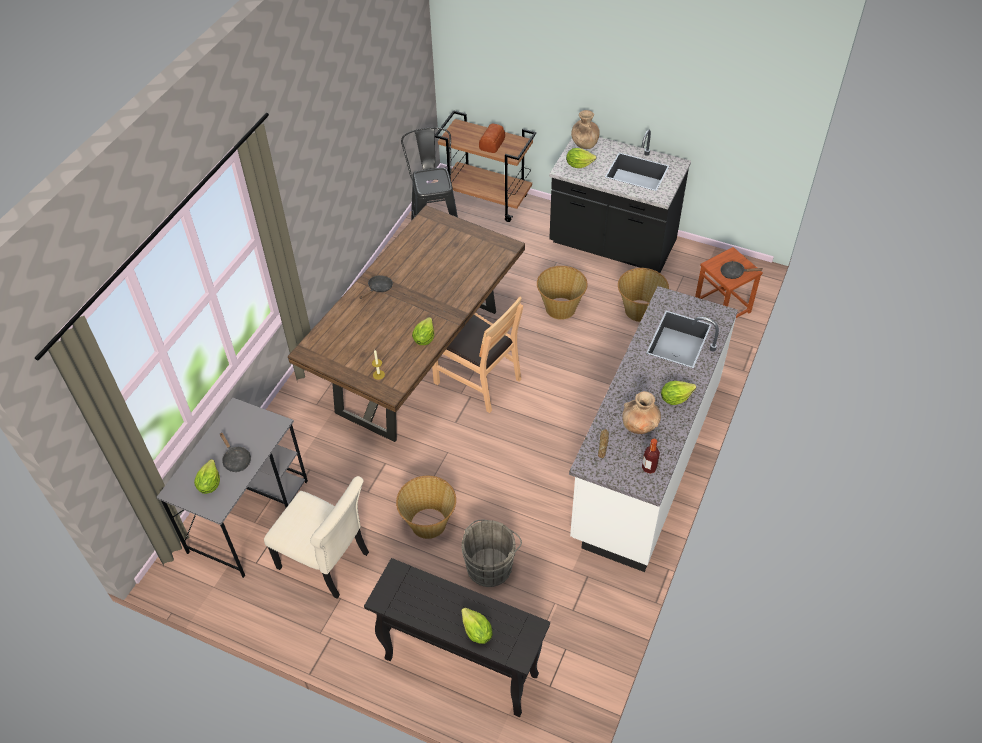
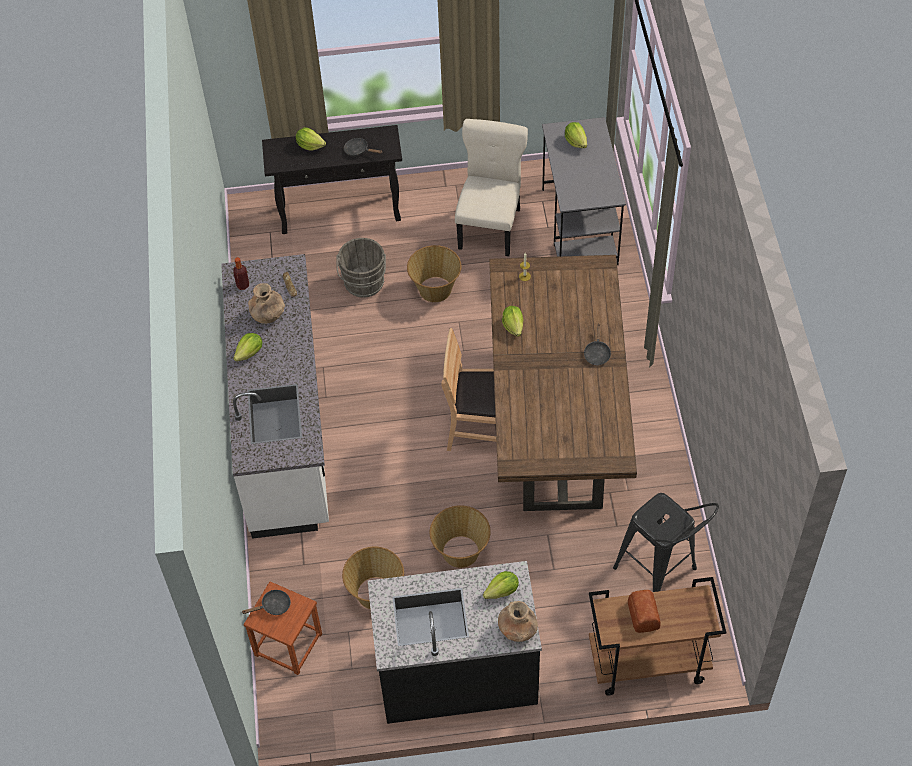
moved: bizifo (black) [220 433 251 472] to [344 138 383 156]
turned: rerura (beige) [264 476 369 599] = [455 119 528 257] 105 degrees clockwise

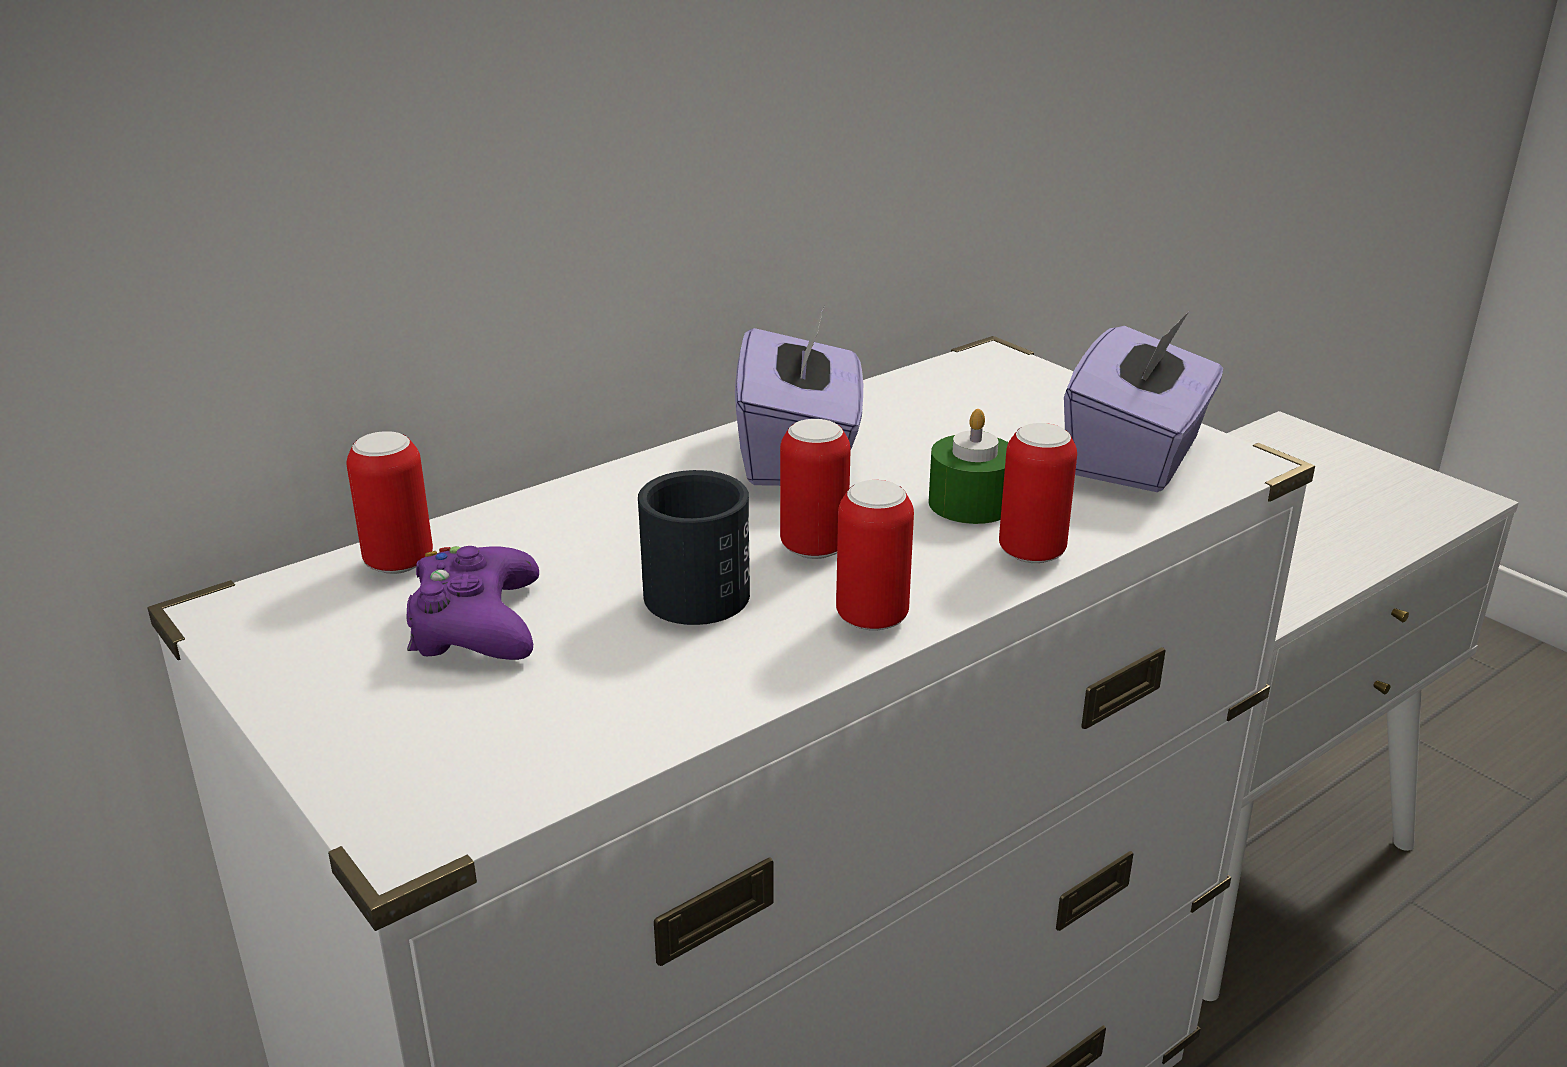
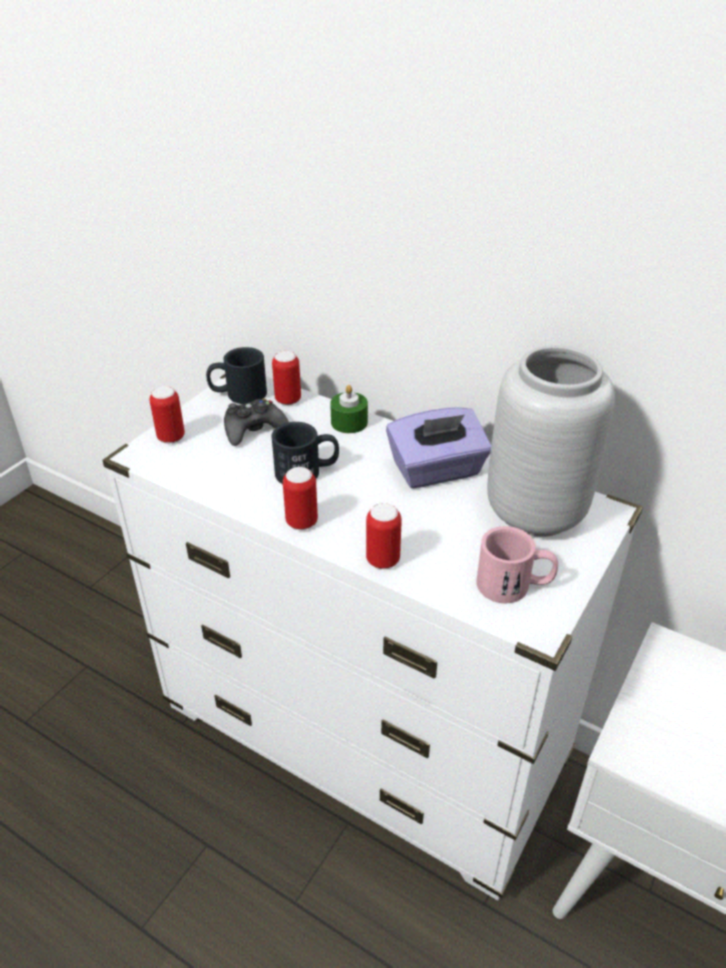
added: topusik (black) [206 347 267 404]; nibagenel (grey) [487 345 615 537]
moved: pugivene [780 419 851 559] to [149 386 185 443]; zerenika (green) [928 409 1009 524] to [330 385 368 433]
replaced: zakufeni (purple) [1064 312 1223 492] to topusik (pink) [476 526 558 603]
recoloured: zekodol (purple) [407 546 539 660] to zekodol (black) [224 398 289 446]

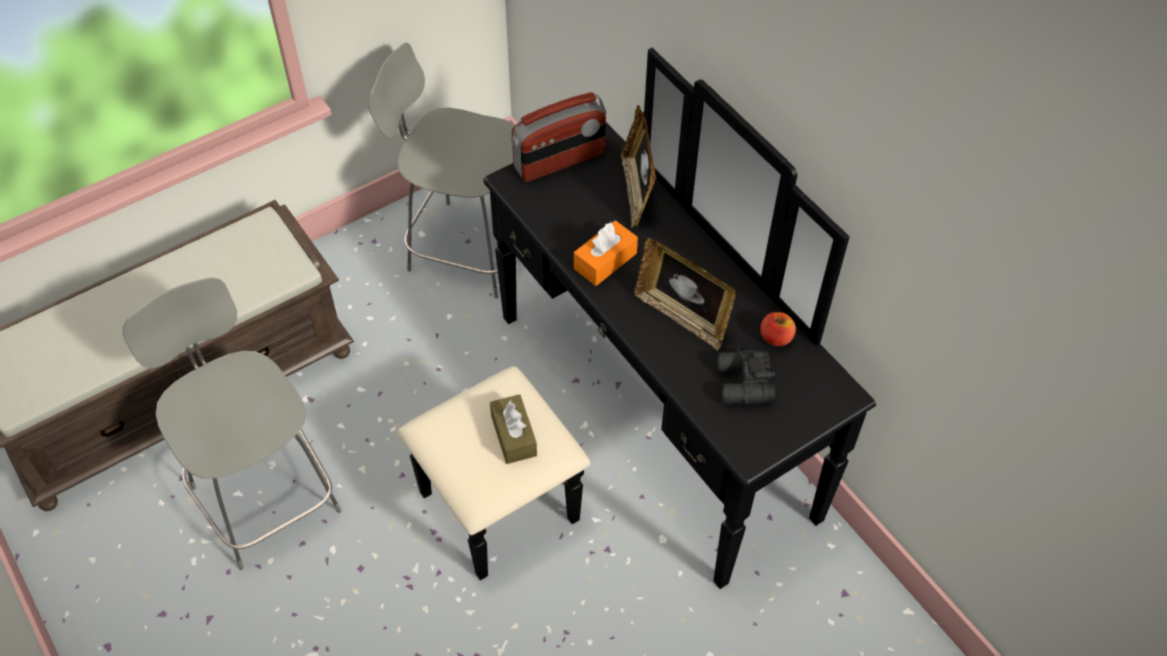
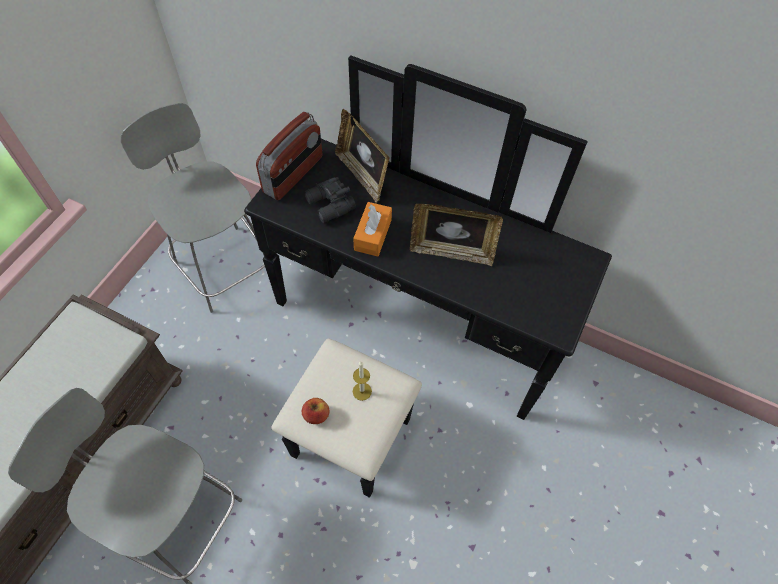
moved: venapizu [760 312 796 346] to [302 398 329 424]; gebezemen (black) [717 348 775 404] to [304 177 356 223]
replaced: zakufeni (brown) [490 394 537 464] to zerenika [353 361 372 401]
turned: rerura (grey) [369 43 515 299] = [120 103 265 313] 60 degrees clockwise

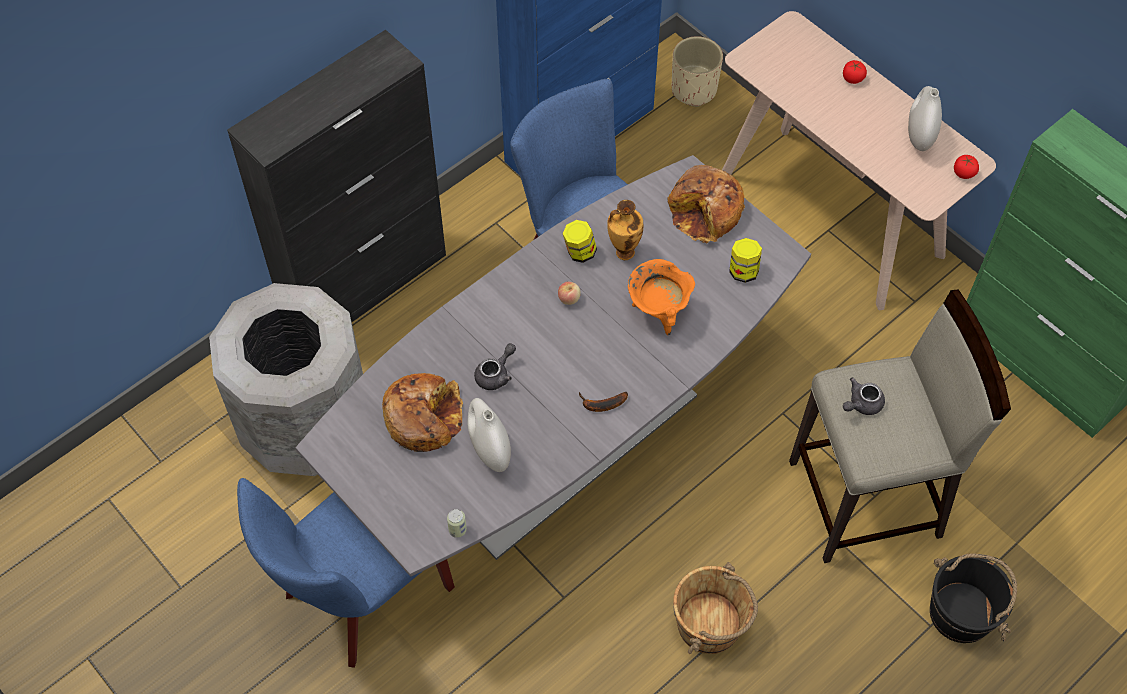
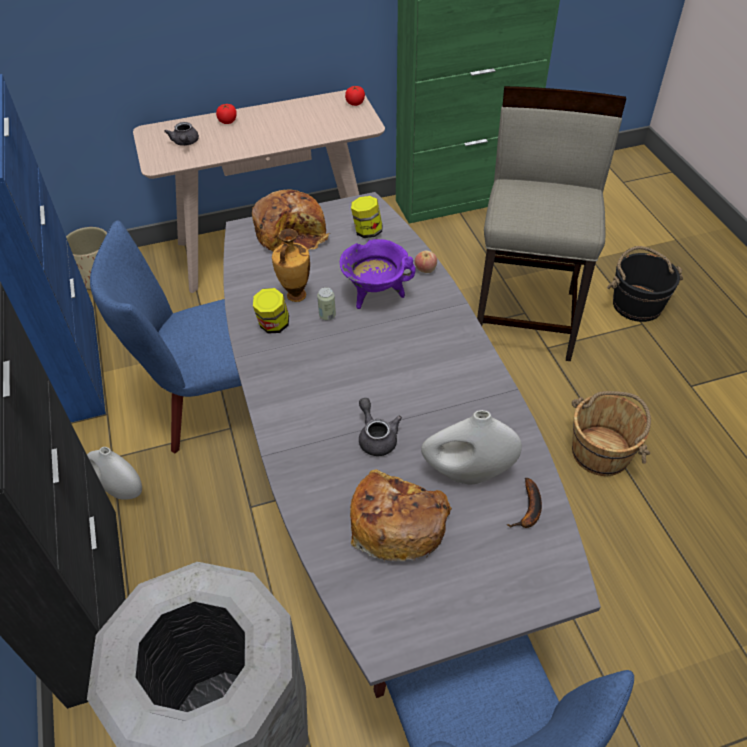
moved: nibagenel (white) [908 86 942 151] to [87 447 142 500]; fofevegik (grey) [843 378 885 415] to [164 122 199 146]; pugivene [447 509 467 538] to [317 287 336 320]; venapizu [558 282 581 305] to [415 250 437 273]; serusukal [579 392 628 412] to [506 478 542 528]
recoloured: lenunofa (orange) [628 259 695 335] to lenunofa (purple) [340 239 415 309]

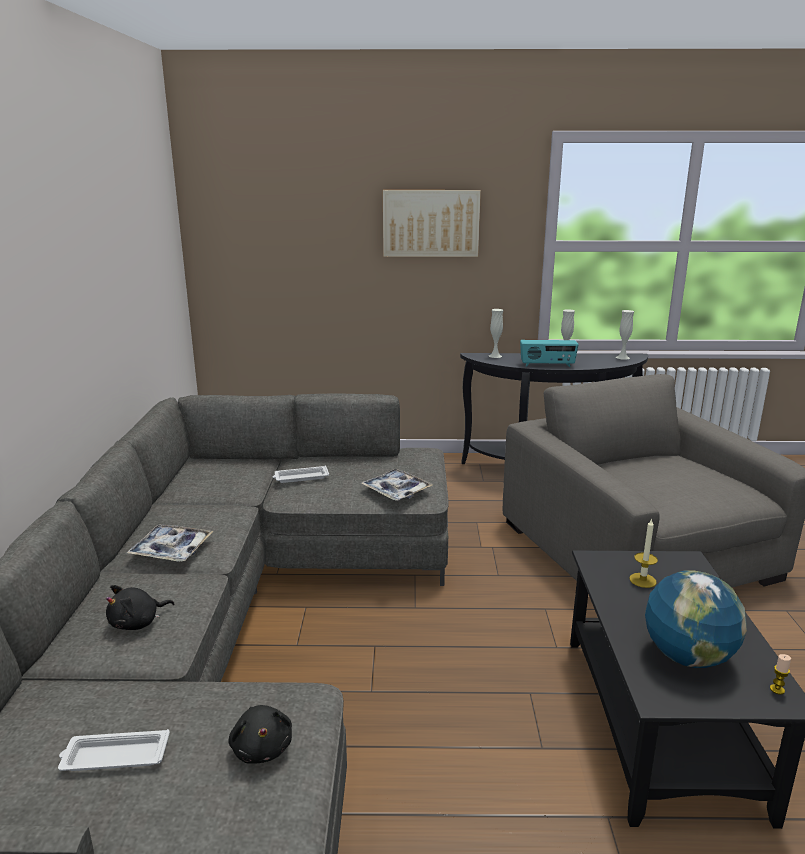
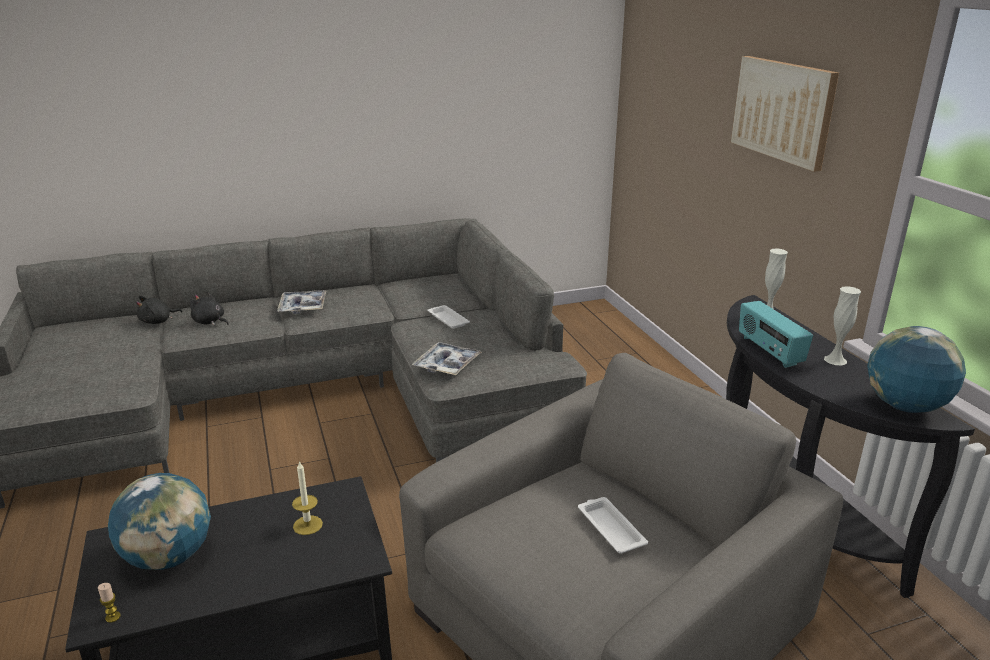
moved: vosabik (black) [228 705 292 764] to [136 296 182 324]; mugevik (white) [58 729 170 771] to [578 497 648 554]
replaced: nibagenel (white) [616 310 634 360] to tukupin [867 326 966 413]

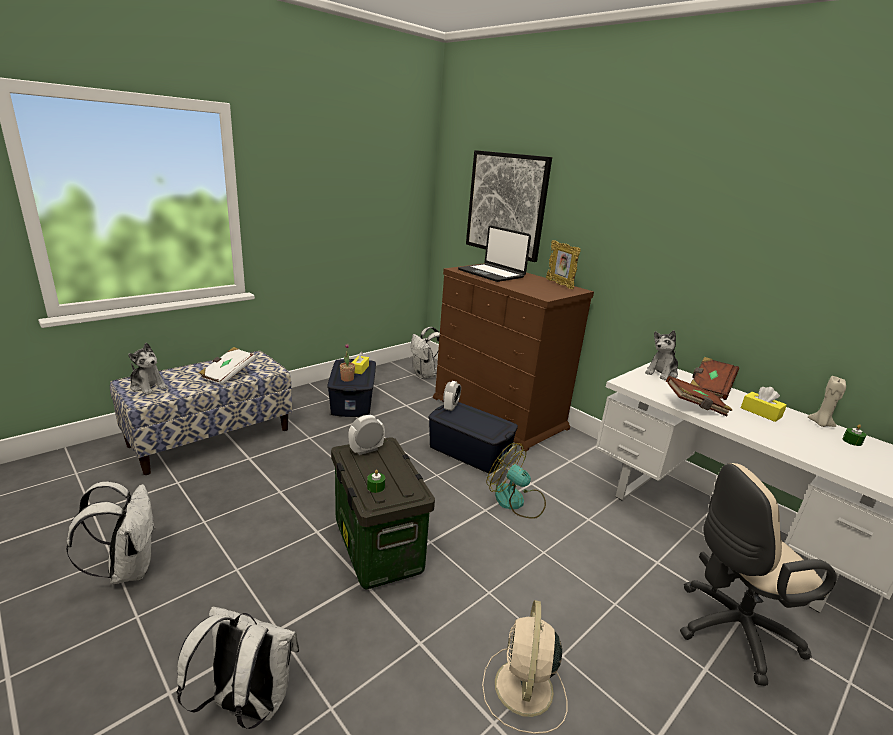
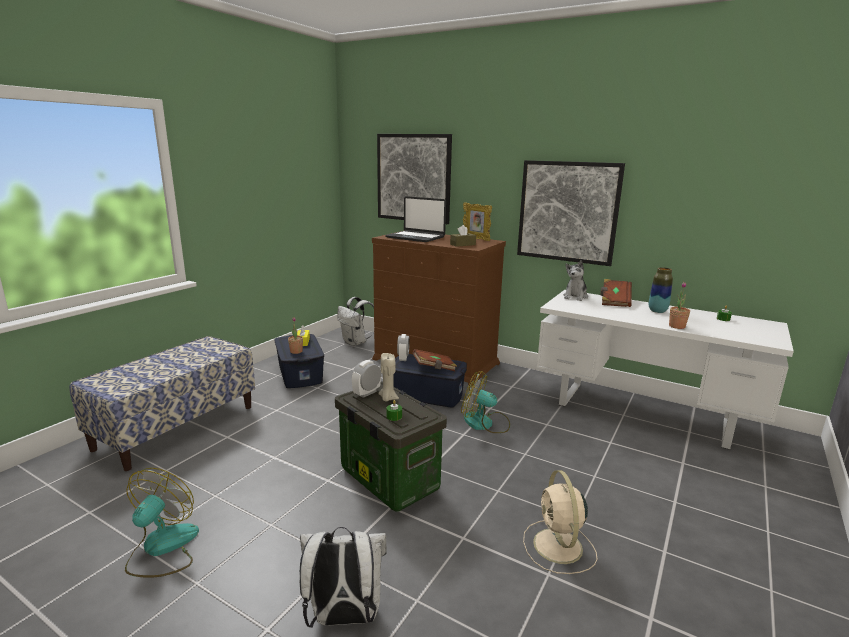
removed: vosabik [128 343 168 395]; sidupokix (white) [199 347 256 385]; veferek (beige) [680 463 837 686]
added: zakufeni (brown) [450 225 476 247]; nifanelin [517 160 625 266]; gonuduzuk [669 282 690 329]
moved: zerenika (beige) [808 376 846 427] to [379 353 399 401]; sidupokix (brown) [666 376 733 417] to [412 349 457 371]
replaced: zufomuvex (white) [66 482 154 584] to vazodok [125 468 199 578]; zakufeni (yellow) [741 387 787 422] to nibagenel [649 267 673 313]

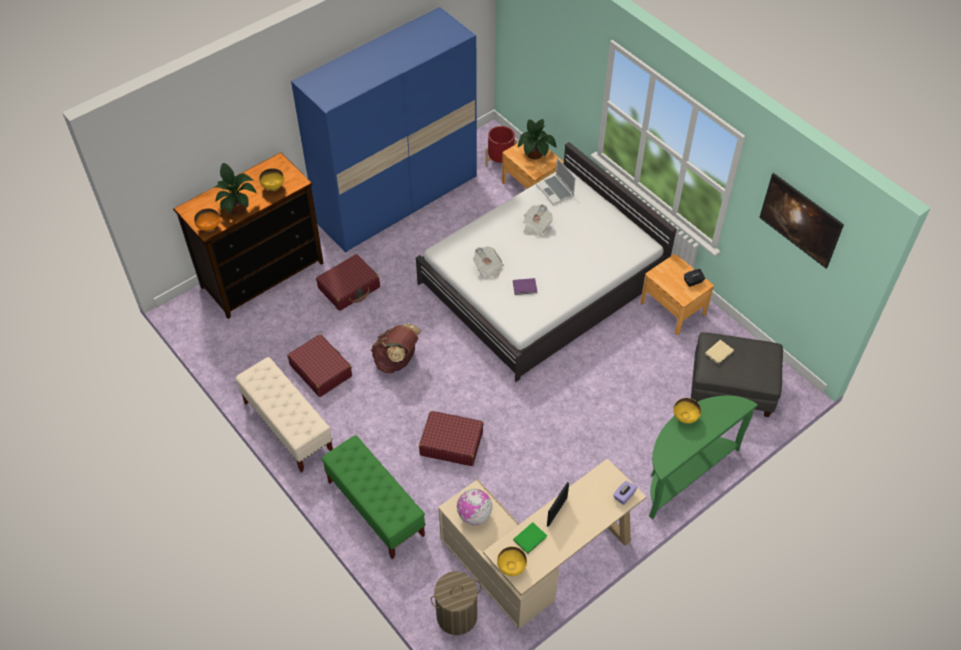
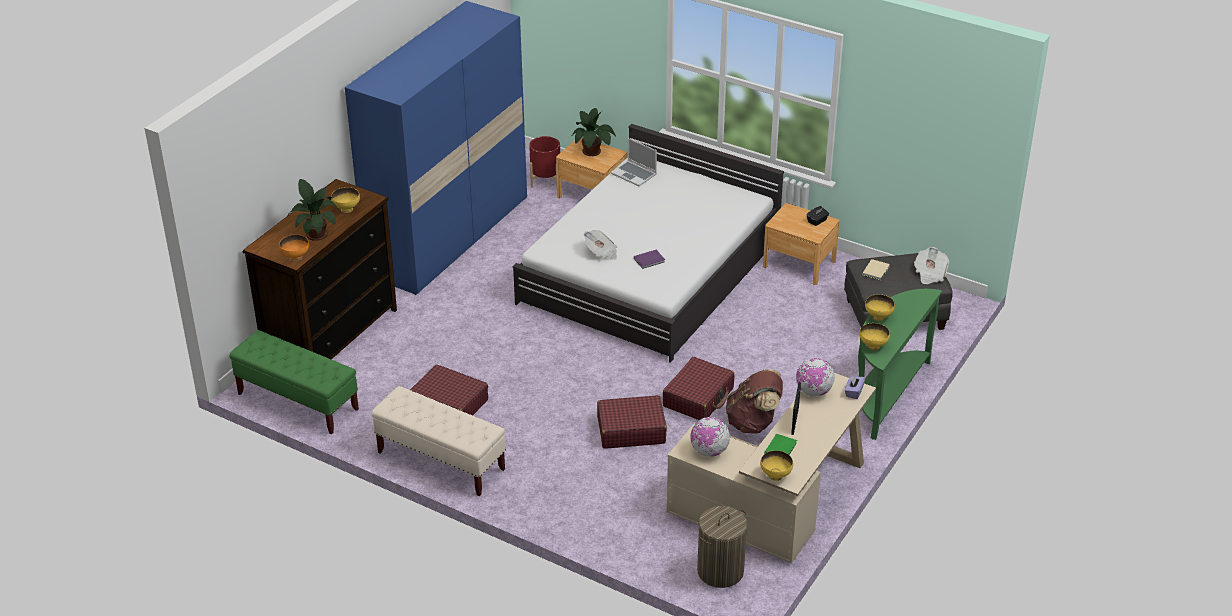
removed: nifanelin [759 173 844 268]
added: tukupin [796 358 835 396]; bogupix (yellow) [859 323 890 350]
moved: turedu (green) [322 435 425 559] to [230 330 359 434]; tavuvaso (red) [316 254 380 311] to [663 357 734 420]; zufomuvex (brown) [371 324 421 374] to [726 369 783 434]; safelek [523 204 553 236] to [914 247 949 284]

